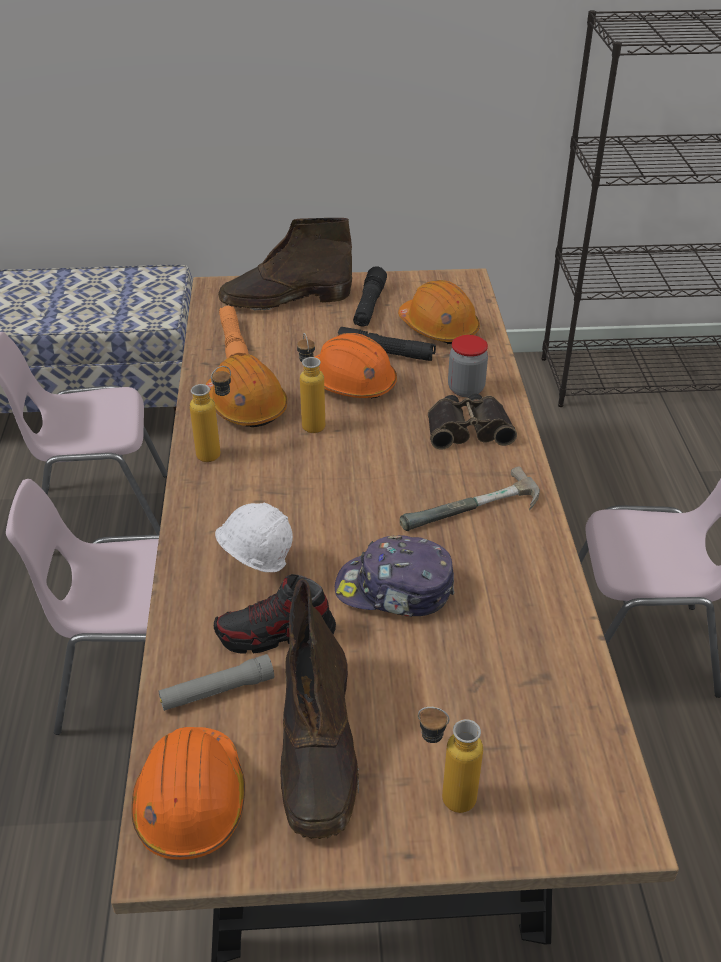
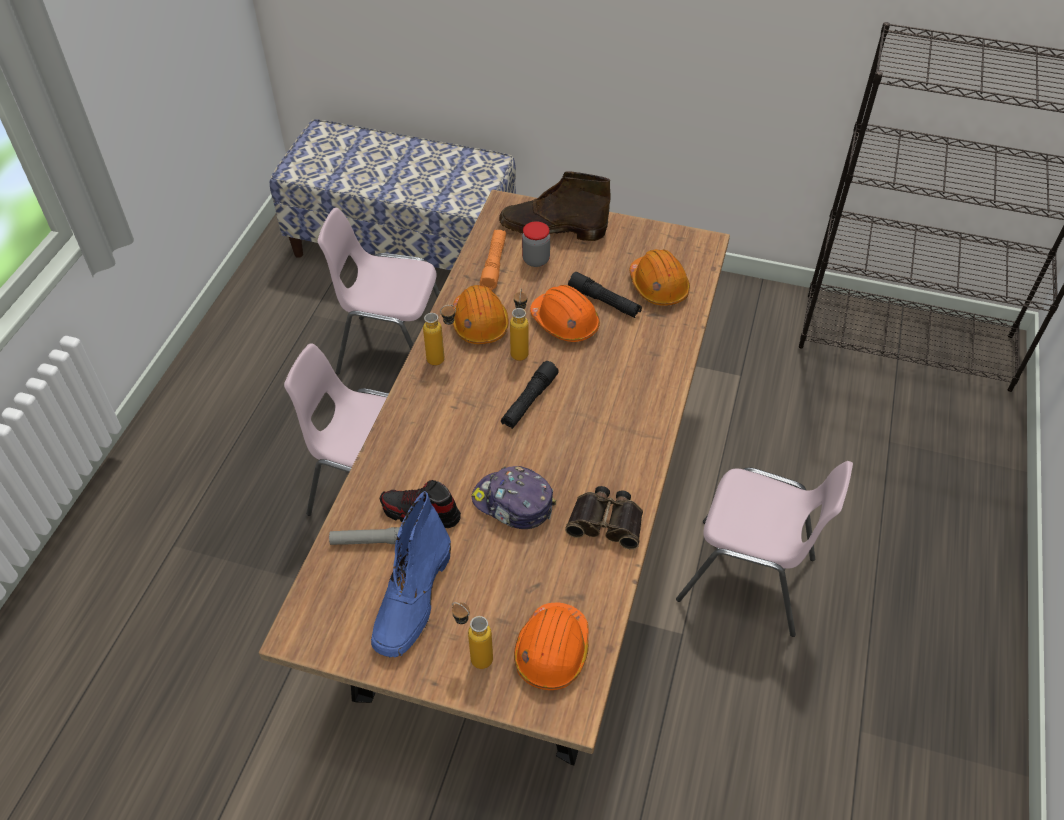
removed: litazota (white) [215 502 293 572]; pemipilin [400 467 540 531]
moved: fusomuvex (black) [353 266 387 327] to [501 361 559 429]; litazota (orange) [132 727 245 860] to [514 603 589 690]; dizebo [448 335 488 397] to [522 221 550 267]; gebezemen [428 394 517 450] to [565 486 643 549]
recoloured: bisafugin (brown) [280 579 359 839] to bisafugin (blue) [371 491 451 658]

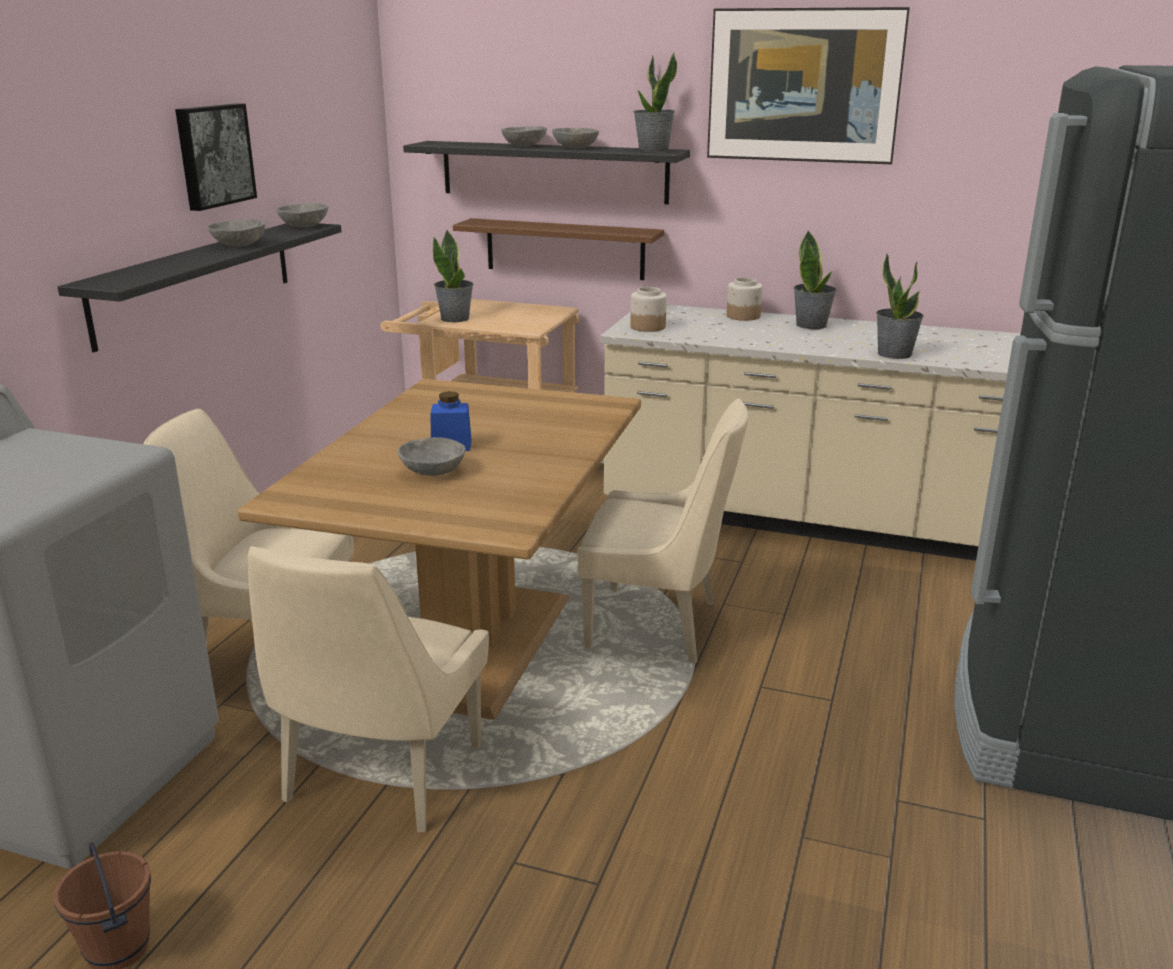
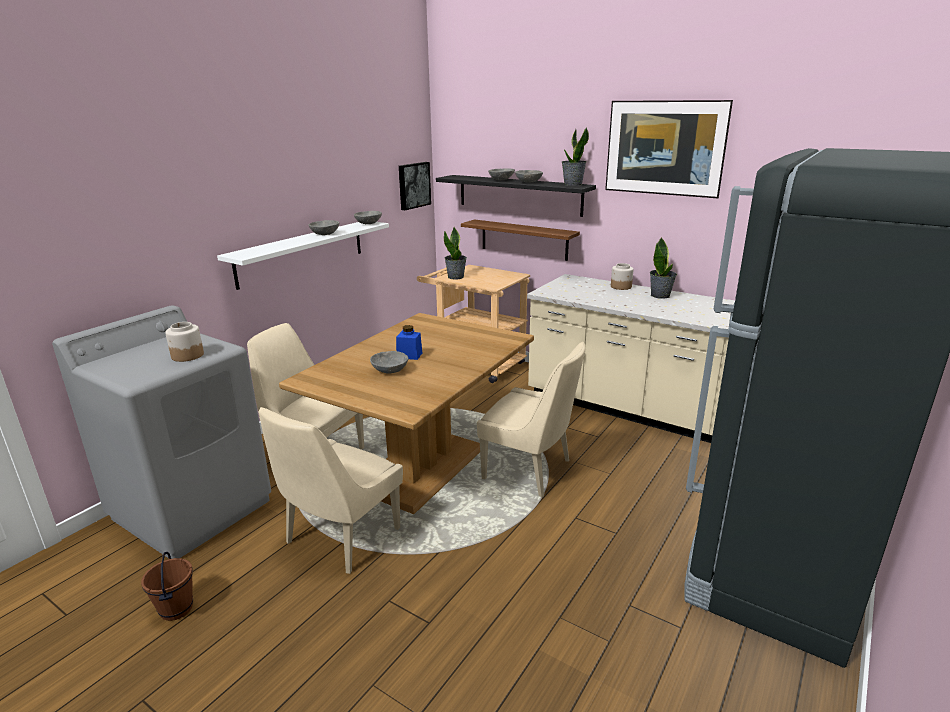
removed: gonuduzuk [876 253 924 359]
moved: dizebo [631 287 667 332] to [165 322 204 362]; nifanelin [175 103 257 211] to [399 162 431 210]
recoloured: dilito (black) [58 223 342 352] to dilito (white) [217 222 389 290]

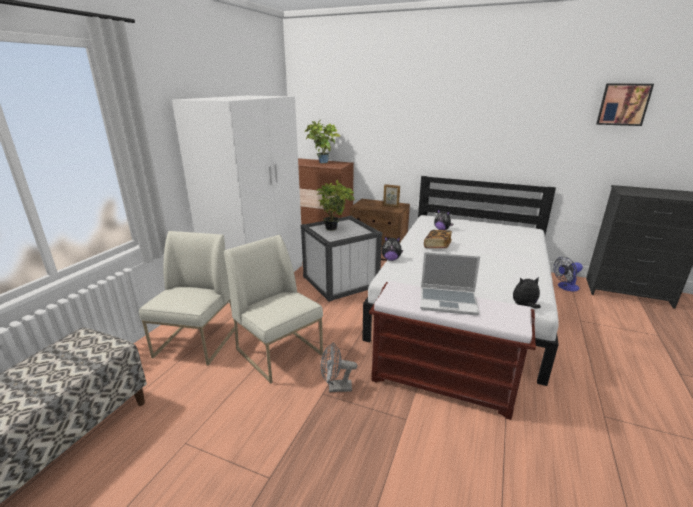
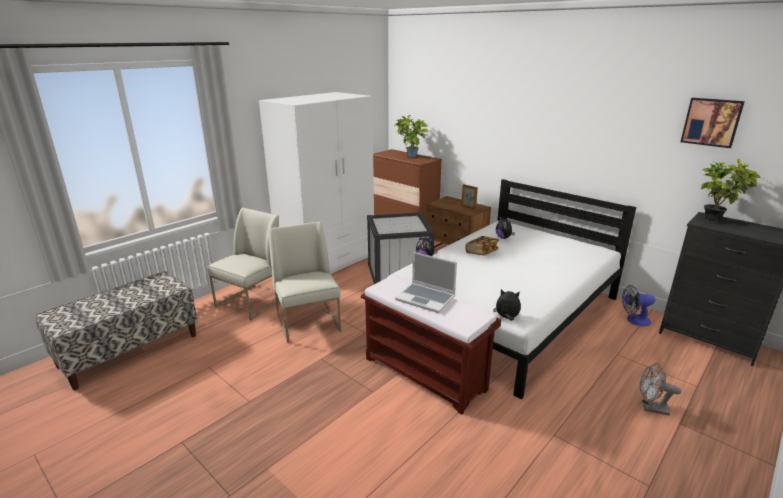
moved: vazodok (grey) [321 342 357 392] to [640 363 681 415]; gonuduzuk [316 180 355 231] to [701 159 761 222]

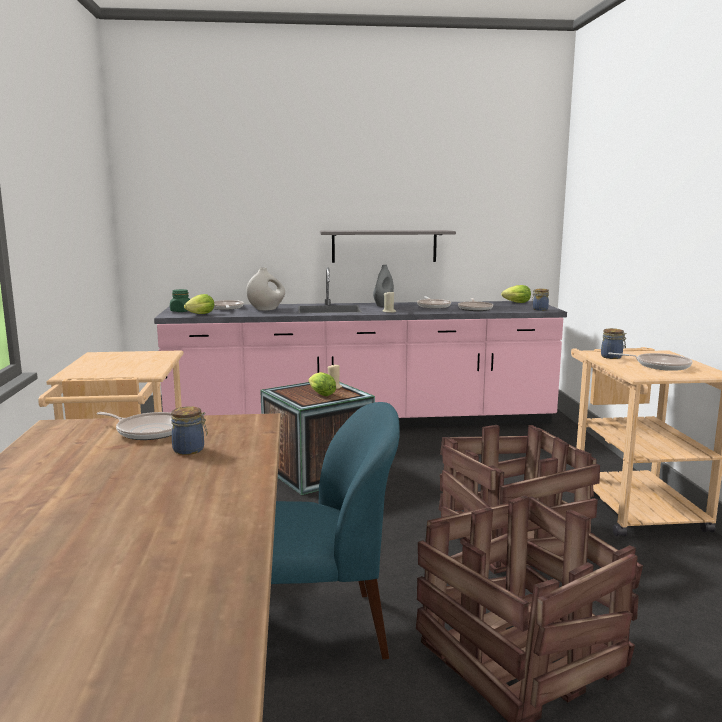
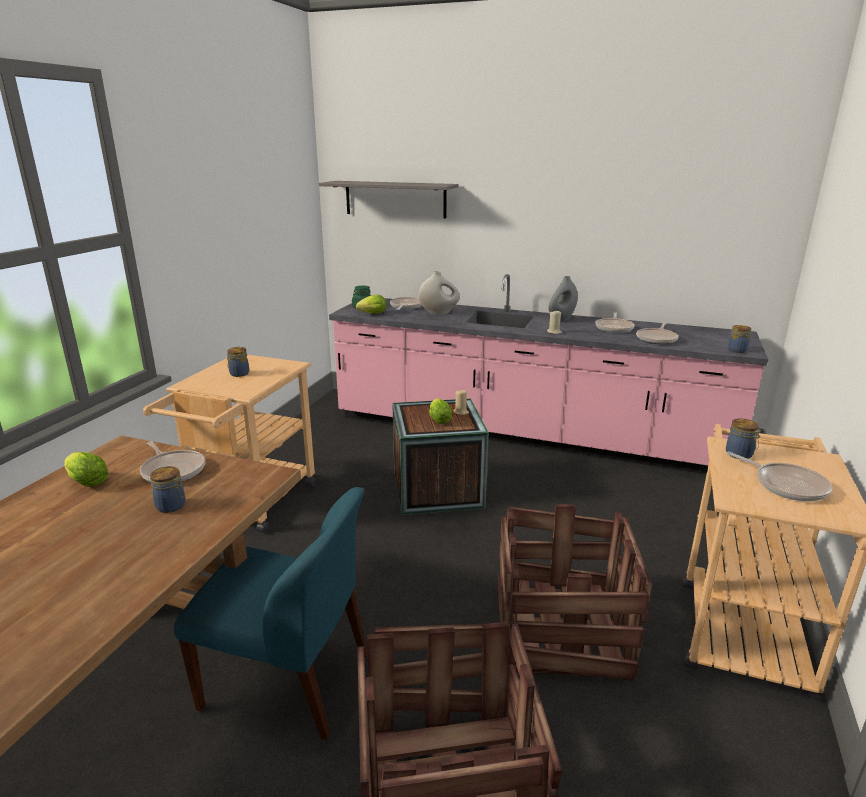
added: dizebo [227 347 249 377]
moved: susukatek [501 285 531 303] to [64 452 109 487]; dilito (grey) [320 230 456 263] to [319 181 459 218]

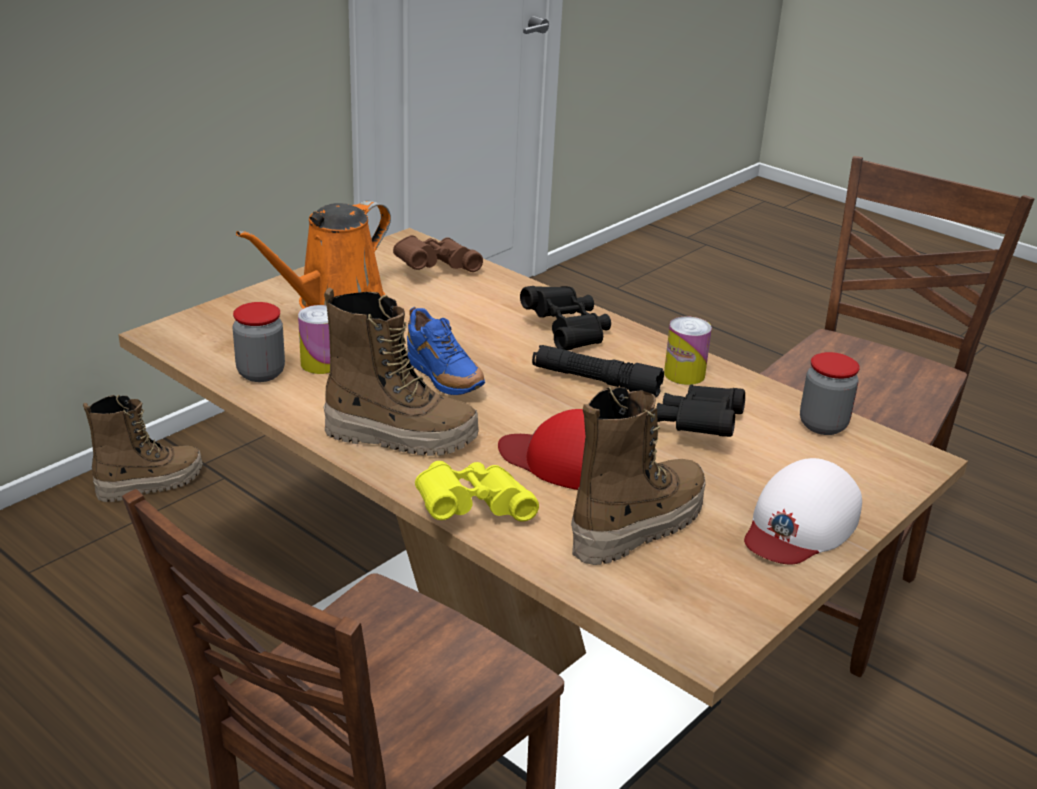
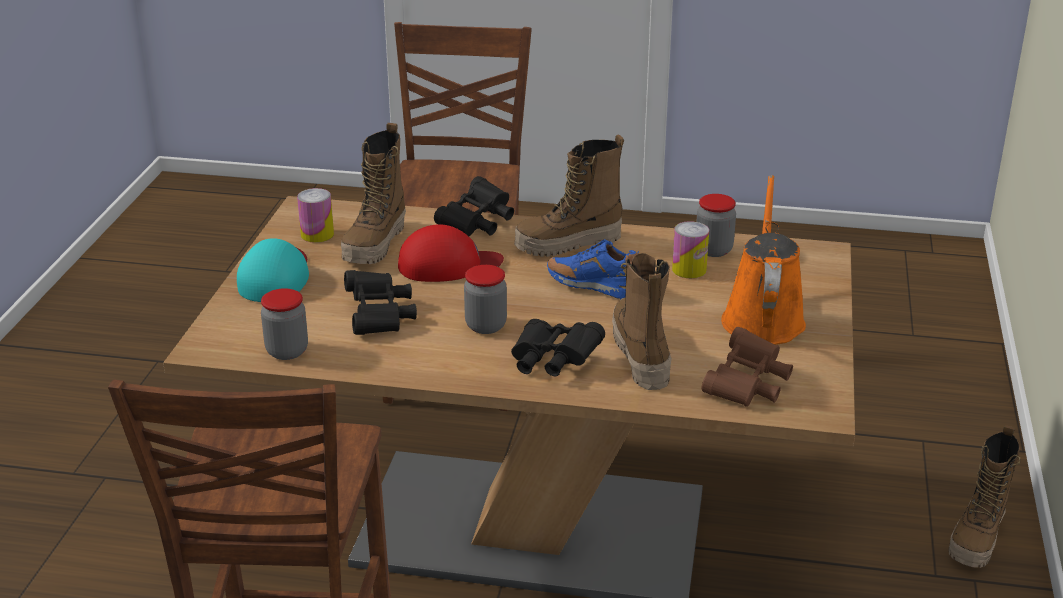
added: bisafugin [612 253 672 390]
moved: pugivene [664 316 712 385] to [297 188 334 243]
replaced: fusomuvex (black) [532 345 664 398] to dizebo [464 265 507 334]
recoloured: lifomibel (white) [744 458 862 564] to lifomibel (turquoise) [237 238 309 302]; gebezemen (yellow) [415 461 539 522] to gebezemen (black) [434 176 514 236]

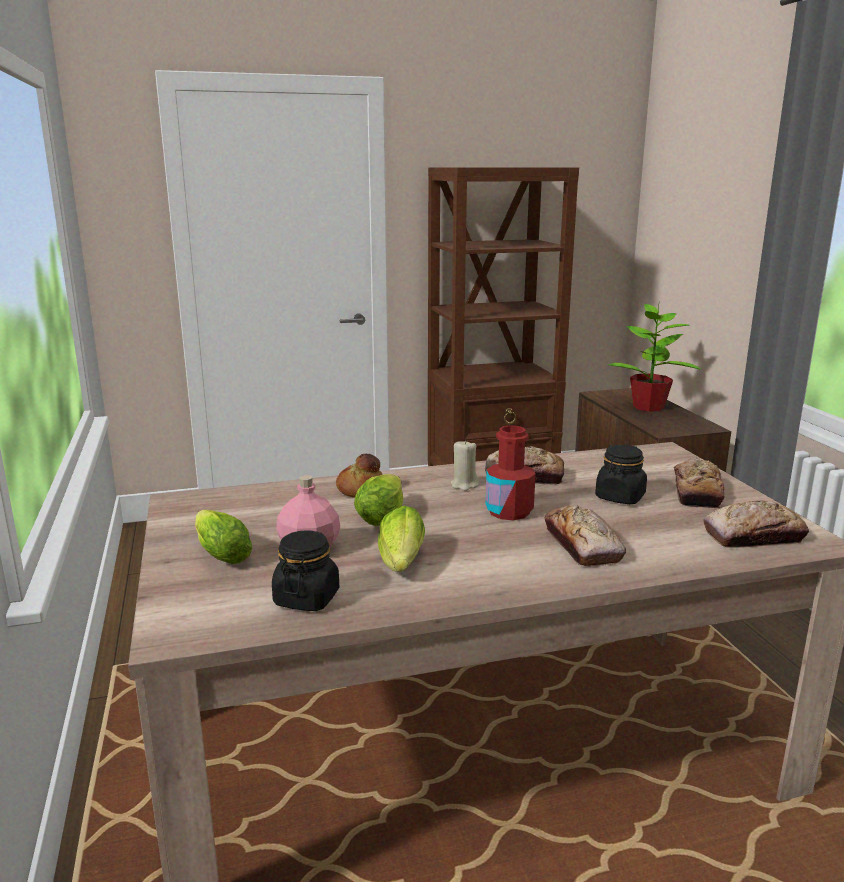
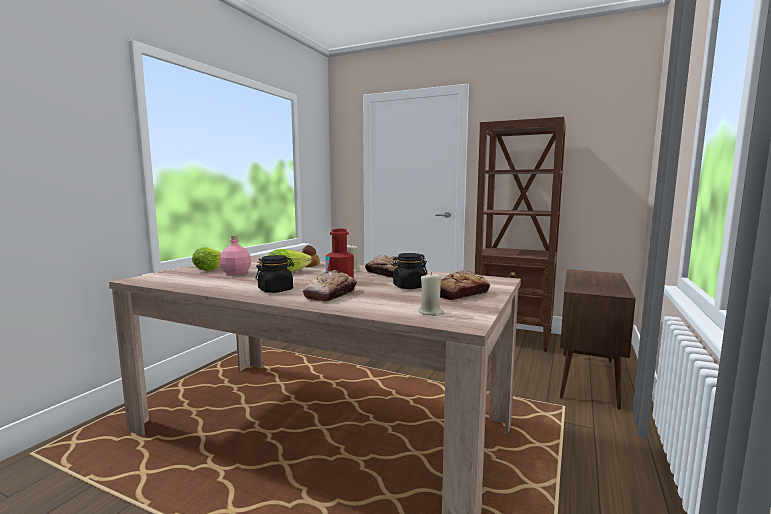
removed: susukatek [378 506 425 572]; gonuduzuk [608 304 701 412]
moved: dizebo (black) [272 530 339 611] to [256 255 294 293]
replaced: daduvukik [703 500 809 548] to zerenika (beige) [418 272 444 316]

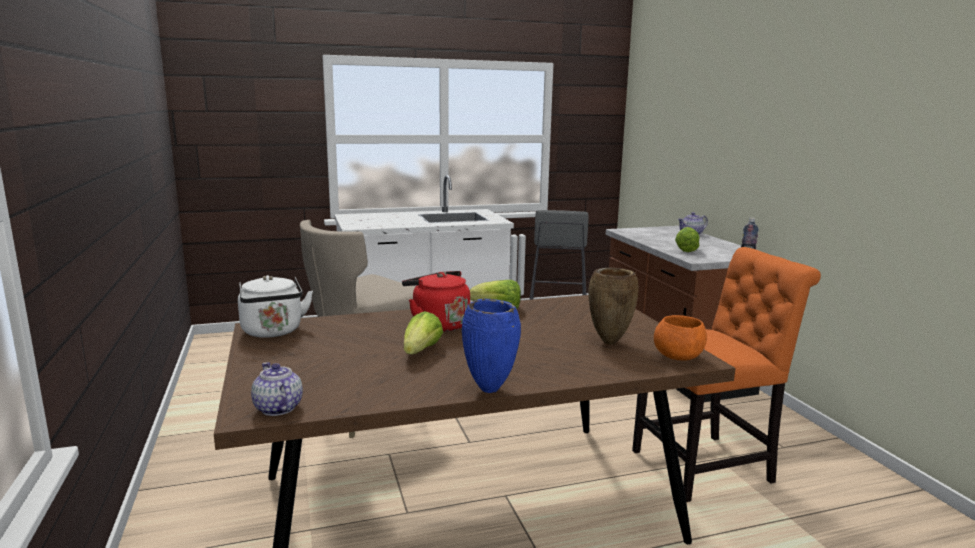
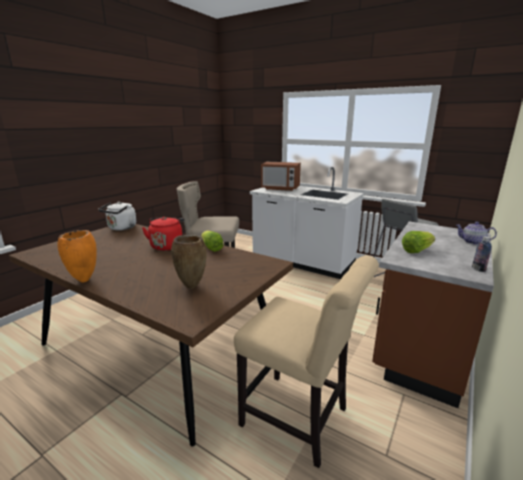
removed: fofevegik [251 362 303 416]; susukatek [404 311 443 354]; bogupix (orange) [654 315 707 361]
added: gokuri [261 162 301 191]
recoloured: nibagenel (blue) [462 299 521 393] to nibagenel (orange) [57 230 97 283]; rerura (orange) [632 247 821 502] to rerura (beige) [234 255 378 468]

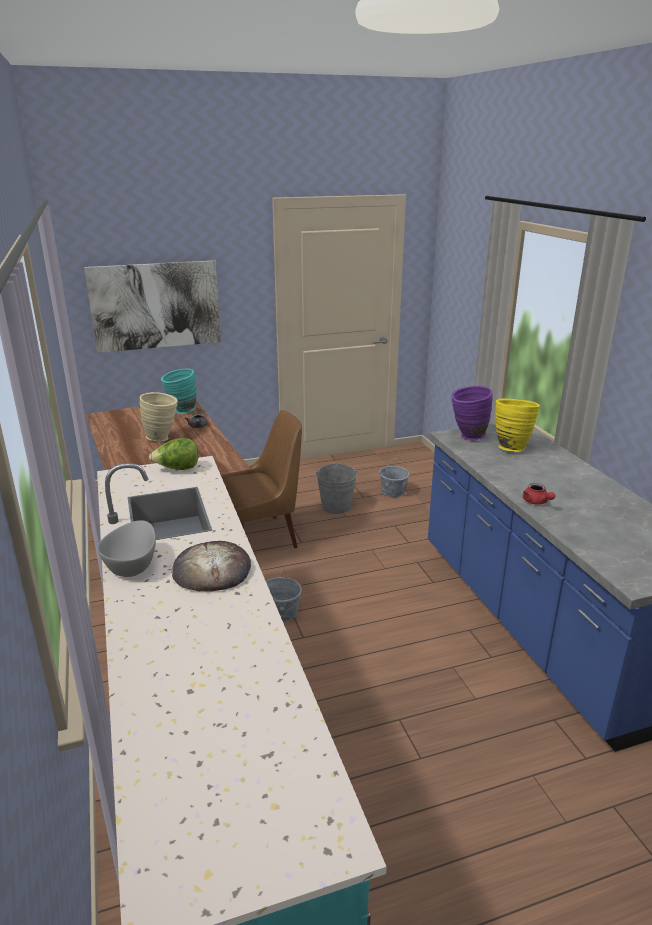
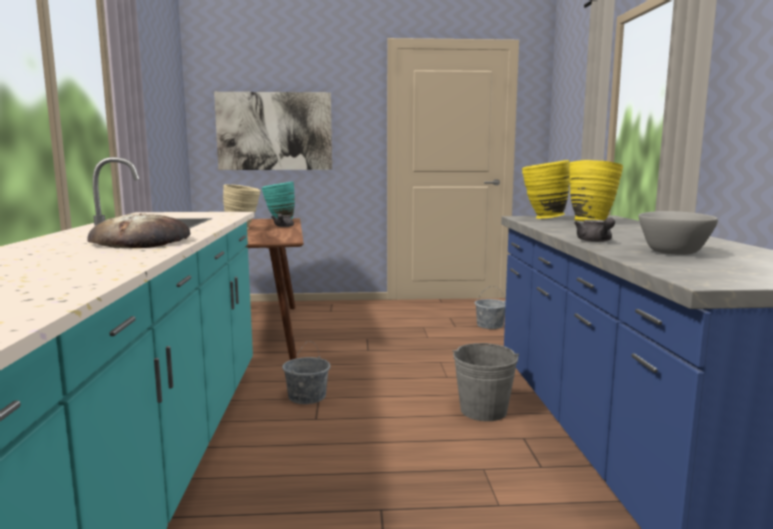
removed: susukatek [149 438 198 470]; rerura (brown) [222 410 302 548]
moved: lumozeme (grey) [316 463 358 514] to [452 343 519 421]; bogupix (grey) [97 520 156 577] to [639 211 718 255]
recoloured: nibagenel (purple) [451 386 492 441] to nibagenel (yellow) [522 160 570 219]; fofevegik (red) [523 483 555 504] to fofevegik (grey) [574 217 615 242]

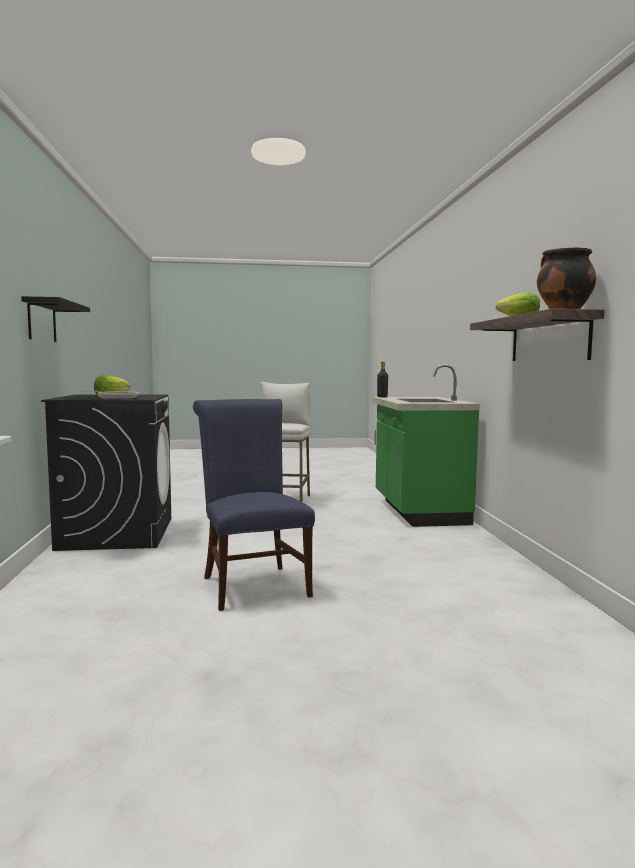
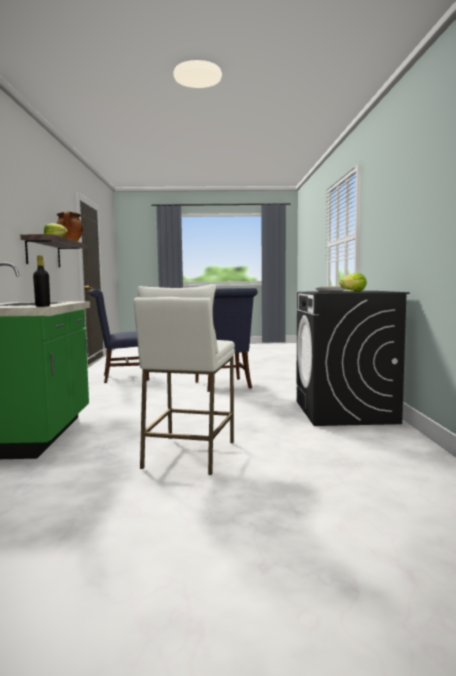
removed: dilito (black) [21 296 90 342]
added: rerura (blue) [89 289 149 383]

